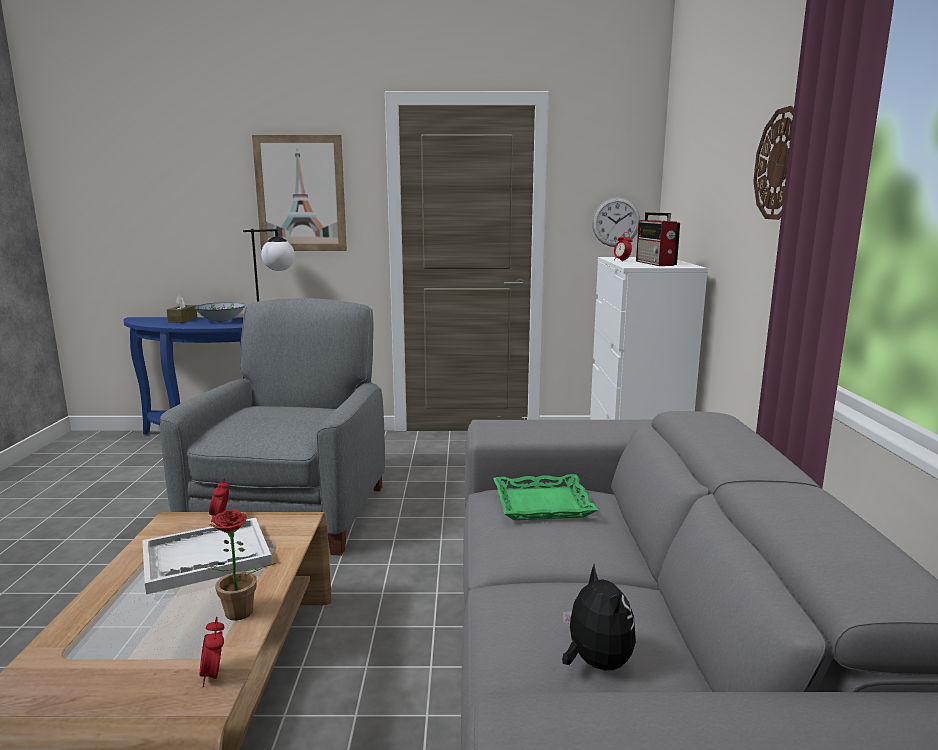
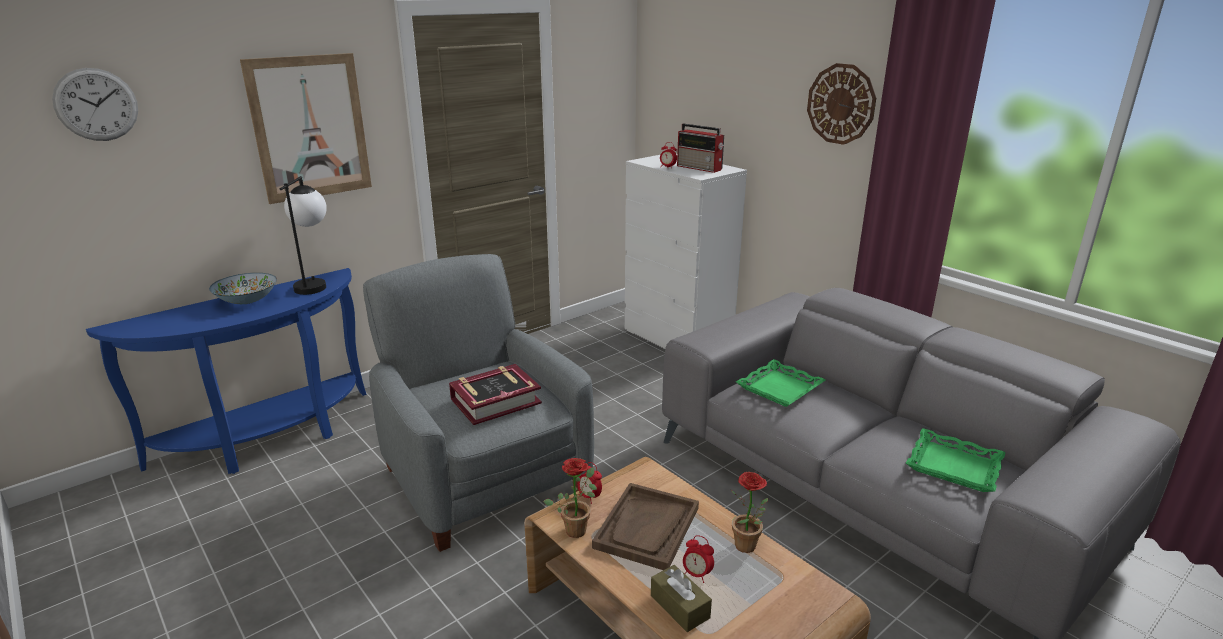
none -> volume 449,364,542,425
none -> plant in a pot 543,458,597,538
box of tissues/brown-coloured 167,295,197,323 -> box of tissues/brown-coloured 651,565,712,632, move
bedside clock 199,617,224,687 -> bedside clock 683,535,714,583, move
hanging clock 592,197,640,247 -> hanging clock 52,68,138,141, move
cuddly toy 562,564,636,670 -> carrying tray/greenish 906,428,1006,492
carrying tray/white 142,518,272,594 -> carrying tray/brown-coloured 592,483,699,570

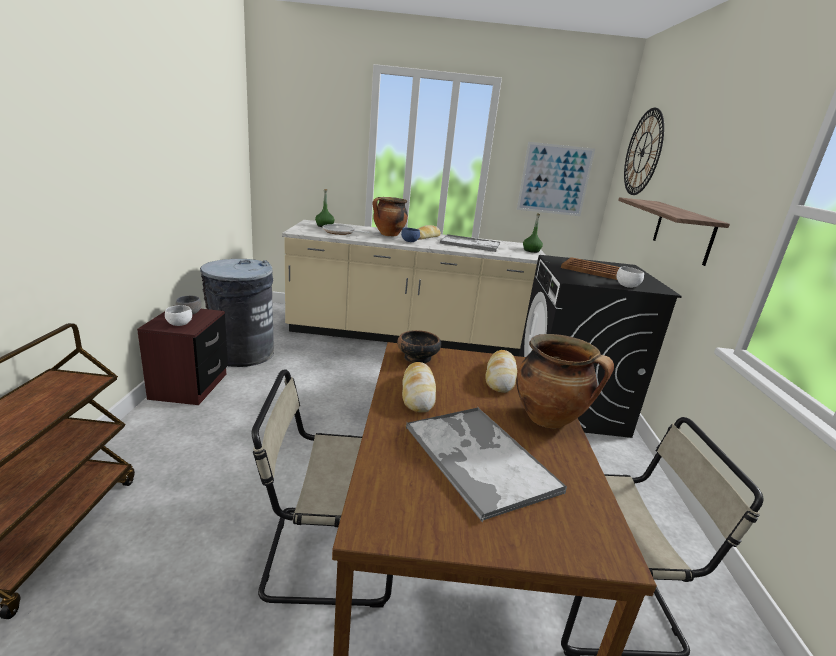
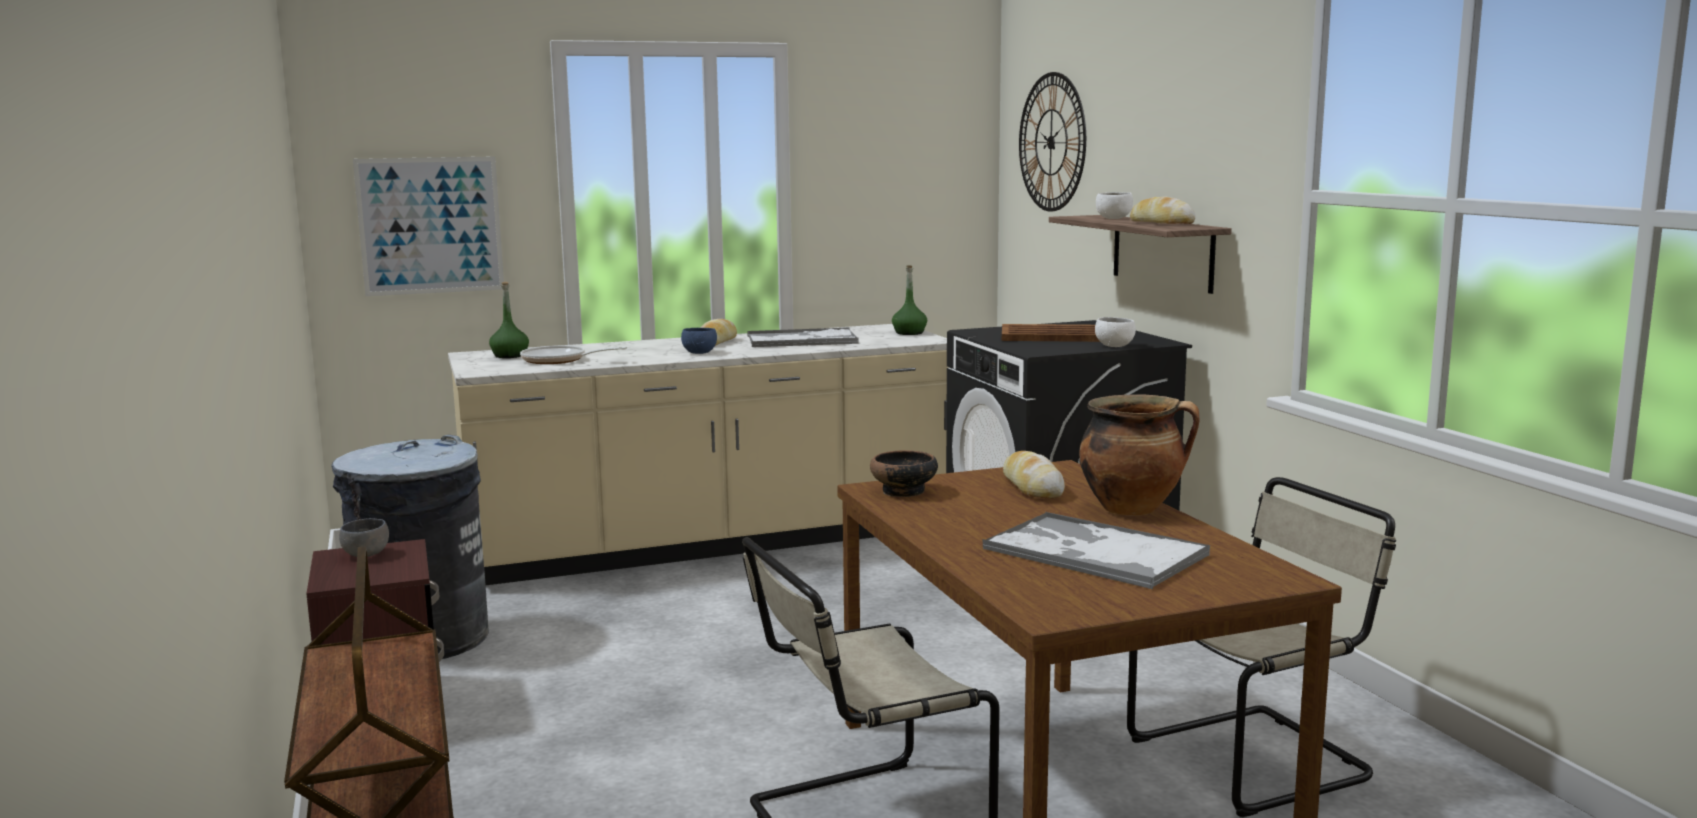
stockpot 373,197,408,236 -> none
bowl/white 165,305,192,326 -> bowl/white 1096,192,1133,219, move
bread 402,362,436,413 -> bread 1130,196,1196,224, move
wall picture 517,142,595,216 -> wall picture 353,156,504,296, move

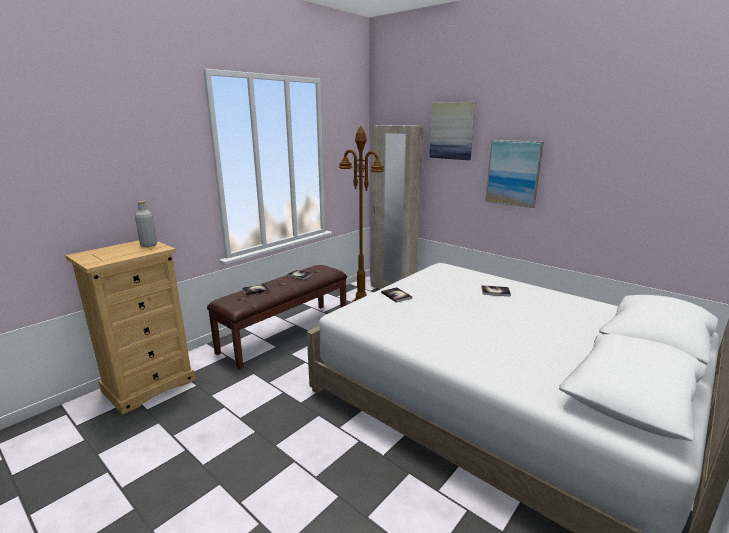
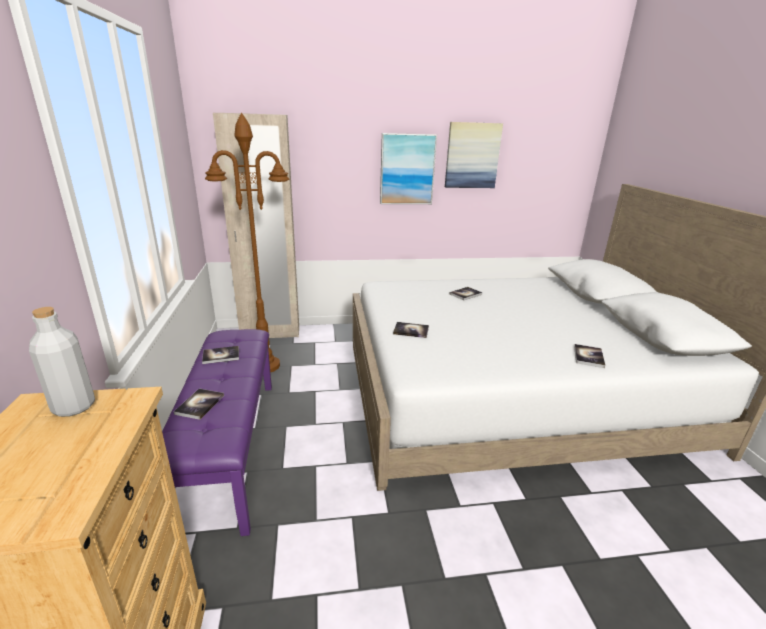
none -> volume 574,344,605,368
wall picture 429,102,475,160 -> wall picture 445,122,503,188, move
long seat/brown-coloured 207,265,347,370 -> long seat/purple-coloured 162,329,272,536

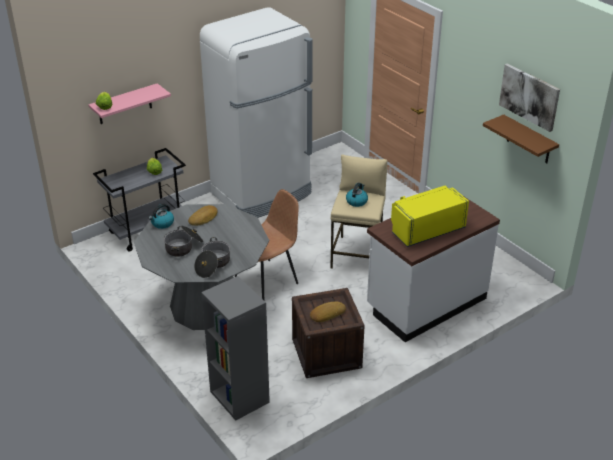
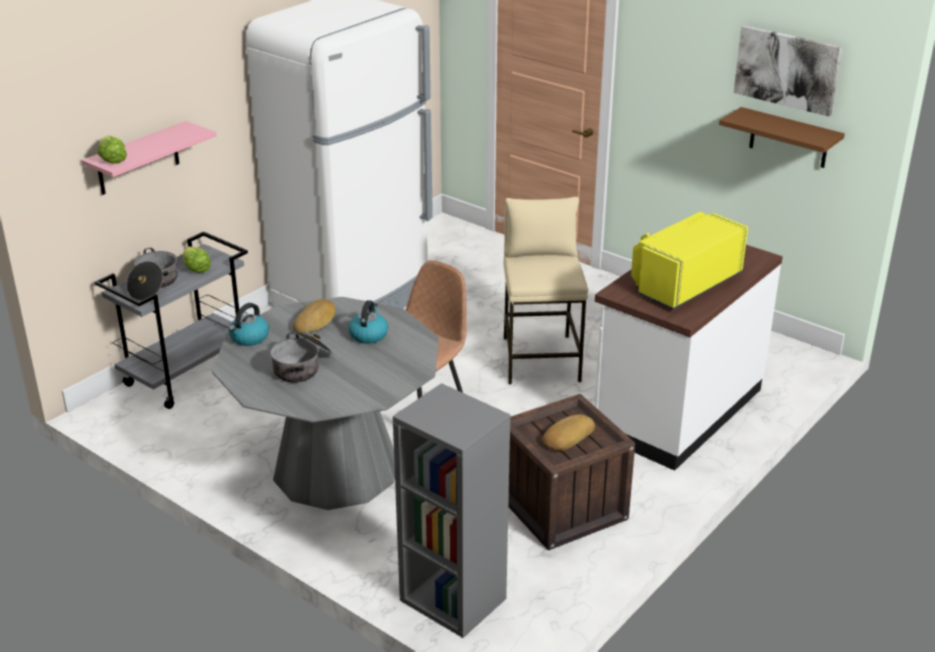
stockpot 194,237,230,278 -> stockpot 127,248,178,301, move
kettle 346,183,368,207 -> kettle 348,300,388,344, move

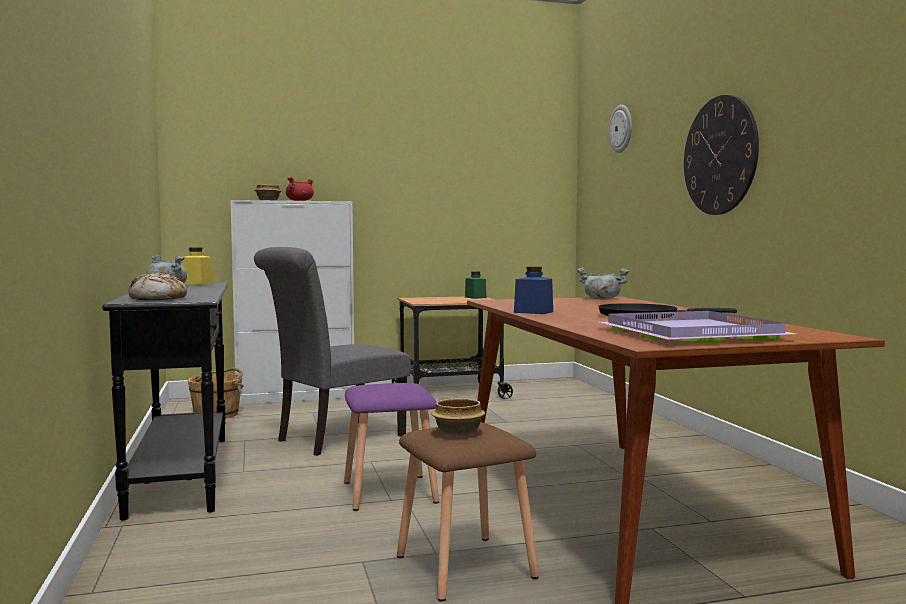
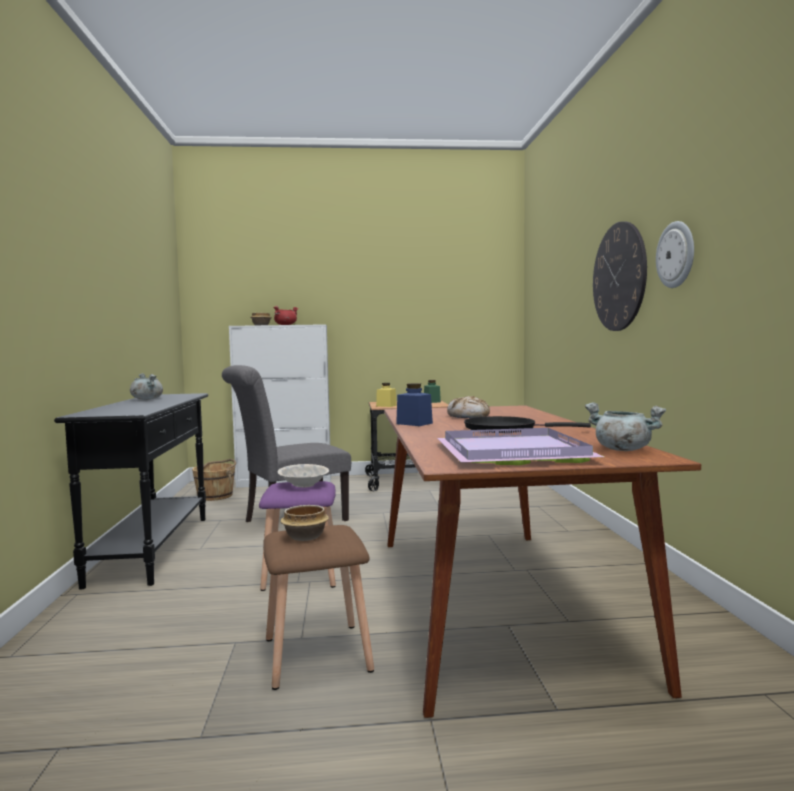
none -> bowl/sand-coloured 278,464,329,488
bread 128,273,187,300 -> bread 447,396,490,418, move
storage jar/yellow 181,248,214,285 -> storage jar/yellow 376,383,397,407, move
stockpot/greyish 577,268,629,299 -> stockpot/greyish 585,403,666,451, move
hanging clock 609,105,632,153 -> hanging clock 656,221,694,288, move

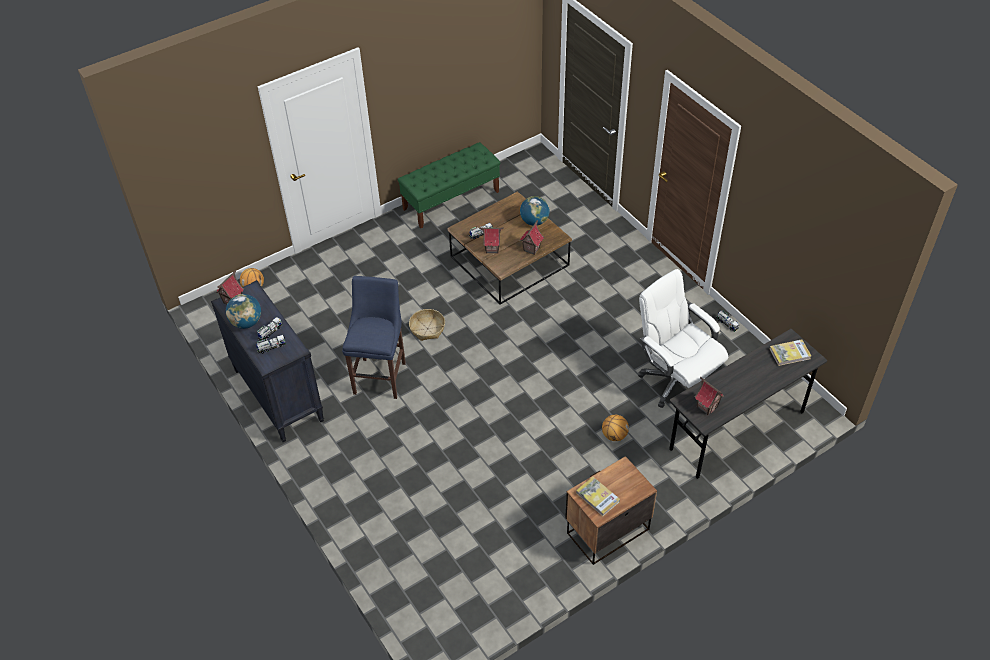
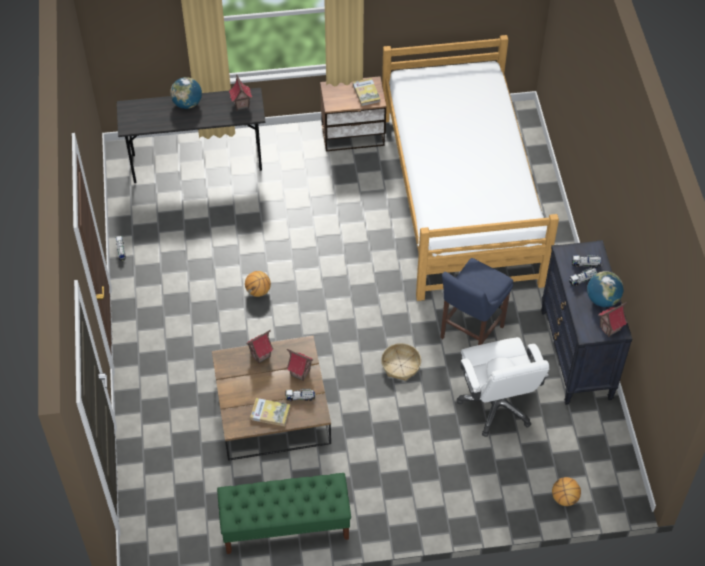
none -> sleeping bed 382,35,559,301
globe 520,196,550,226 -> globe 170,77,202,109, move
ball for basketball 602,415,629,441 -> ball for basketball 245,271,271,297, move
computer chair/white 638,269,728,408 -> computer chair/white 457,337,549,437, move
volume 770,339,811,366 -> volume 250,398,290,427, move

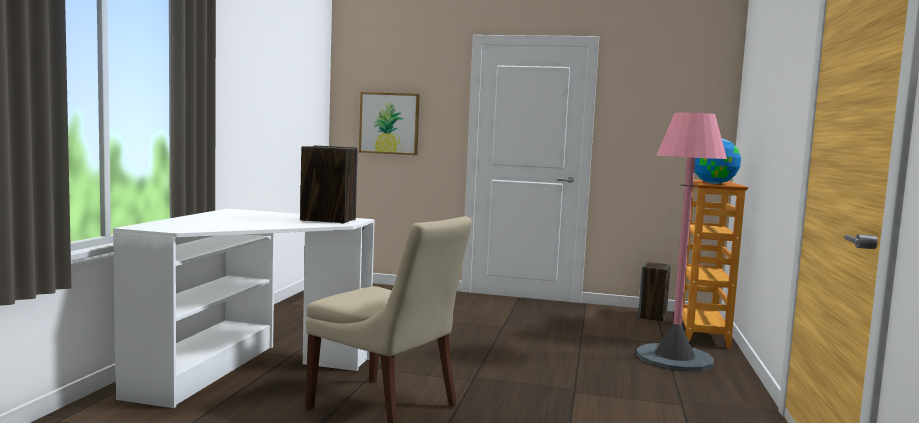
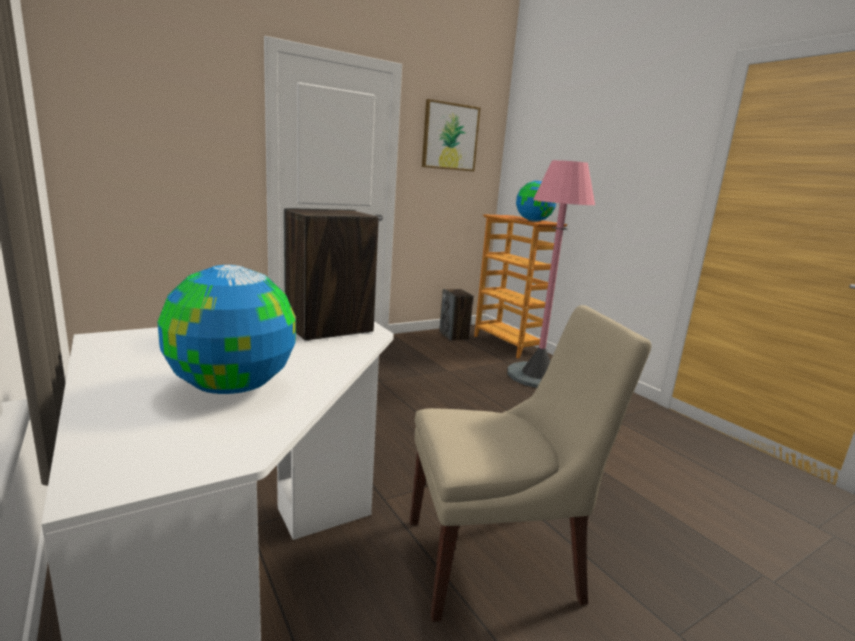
none -> globe 157,265,296,394
wall picture 359,92,420,155 -> wall picture 422,99,481,171, move

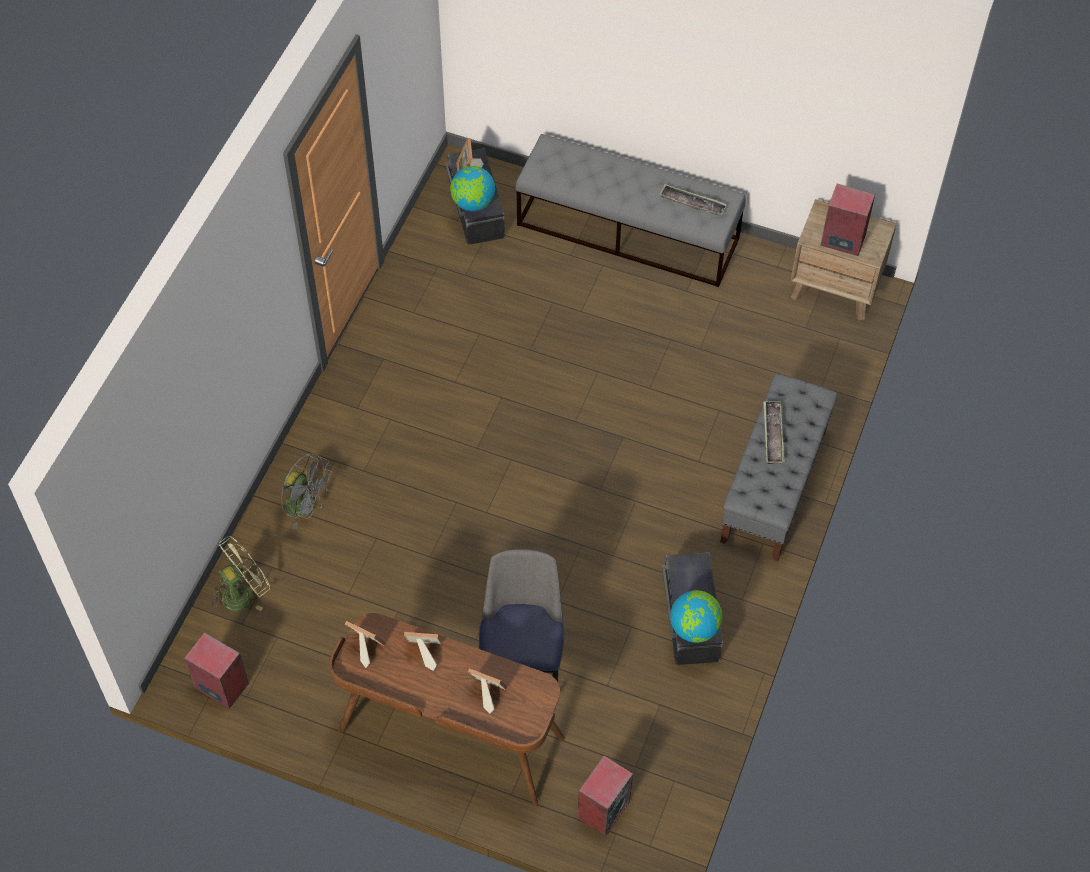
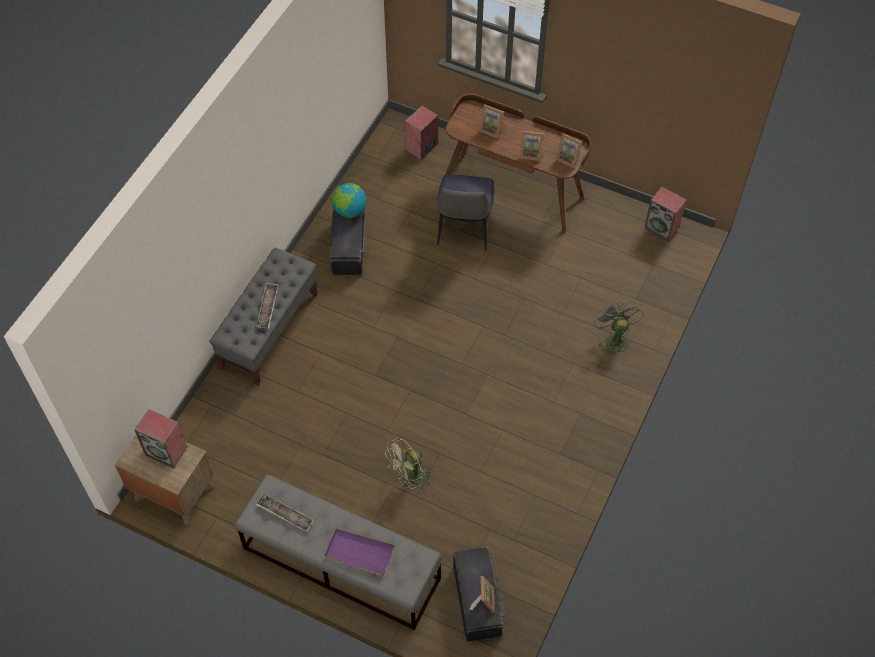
globe 450,166,495,211 -> none
none -> carrying tray/purple-coloured 325,529,395,576
cooling fan/greenish 212,536,270,611 -> cooling fan/greenish 385,437,433,490, move
cooling fan/greyish 281,453,333,529 -> cooling fan/greyish 594,301,644,358, 45 degrees clockwise

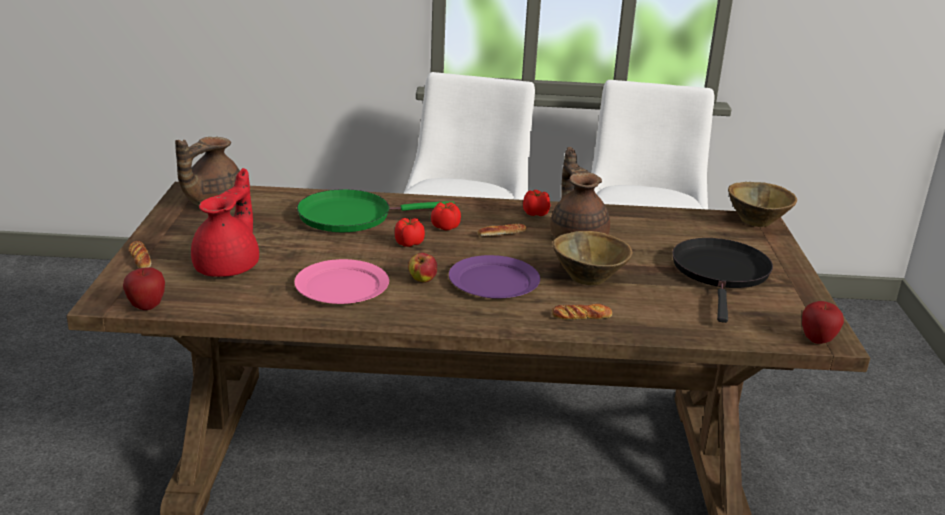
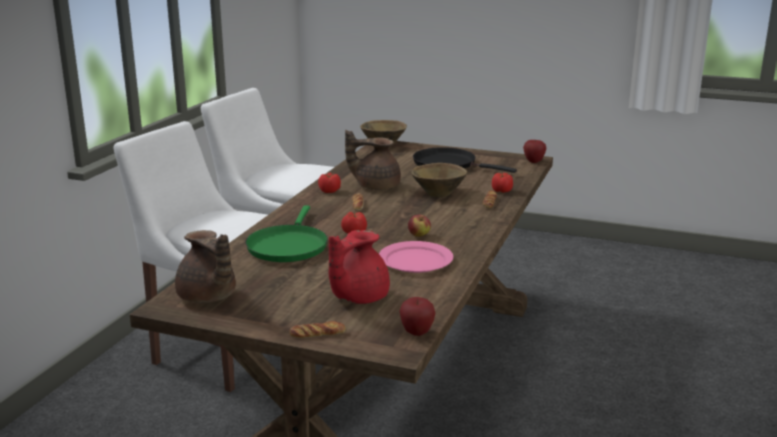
dinner plate/purple-coloured 449,255,540,299 -> none
fresh tomato 431,202,461,230 -> fresh tomato 492,173,513,193, move
teapot/reddish 191,168,259,277 -> teapot/reddish 329,230,390,304, 90 degrees counterclockwise

